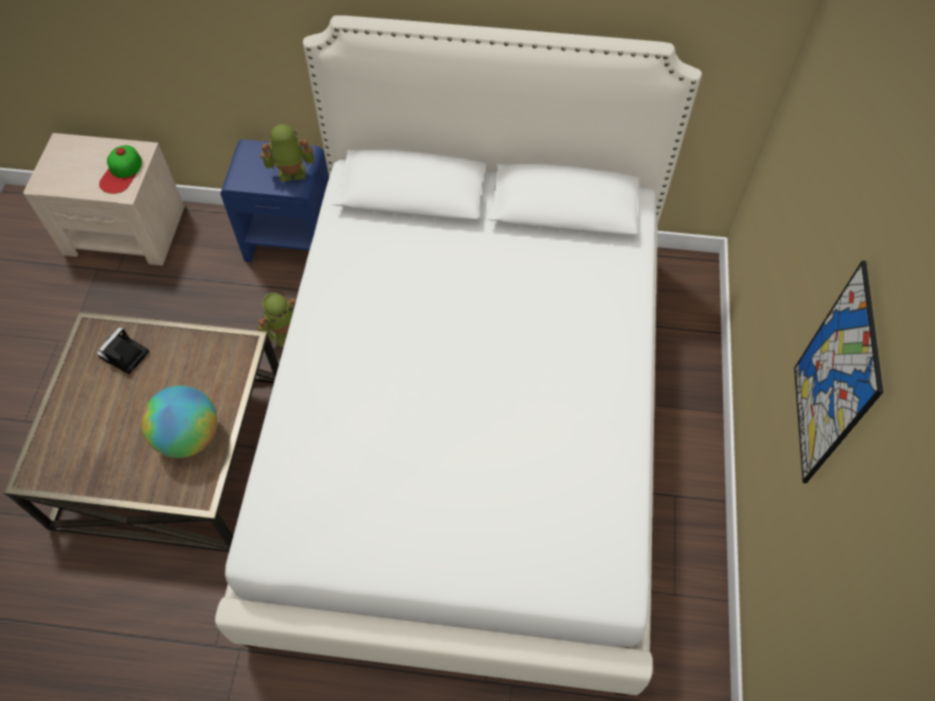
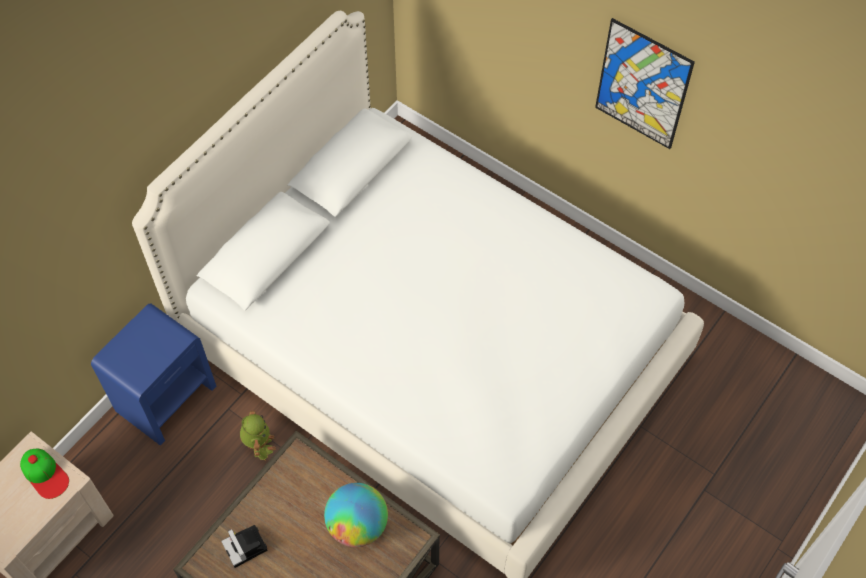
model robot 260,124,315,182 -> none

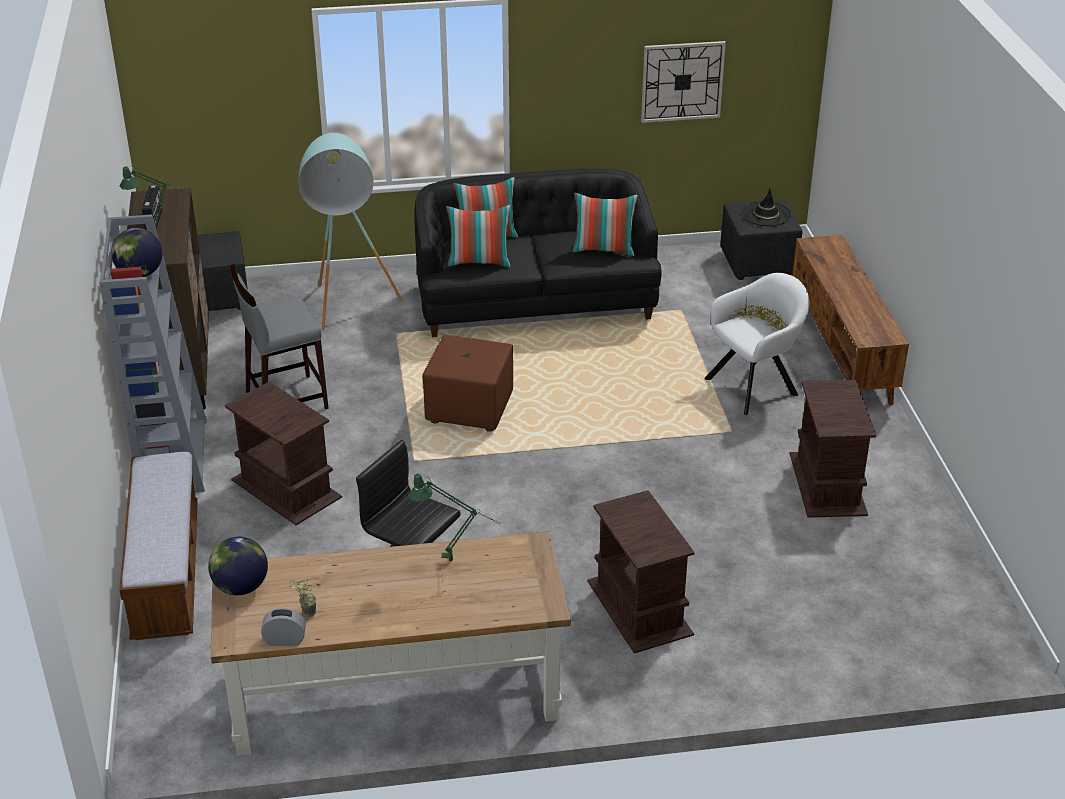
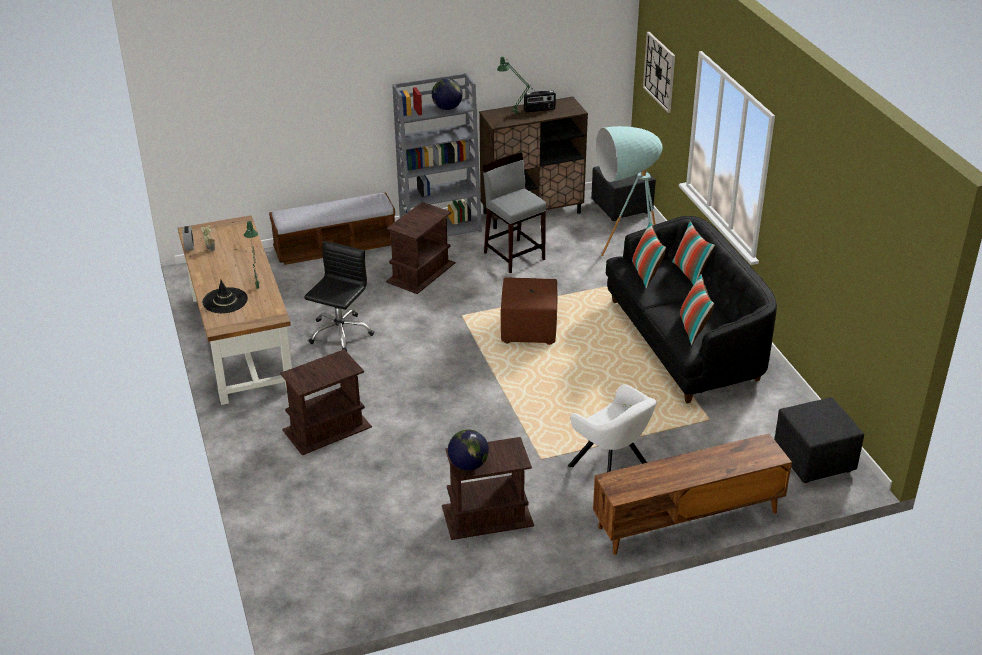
globe 208,537,268,595 -> globe 448,429,489,471, move
hanging clock 641,41,726,123 -> hanging clock 643,32,675,113, move
wearable hat/blackish 741,188,791,226 -> wearable hat/blackish 202,280,248,313, move

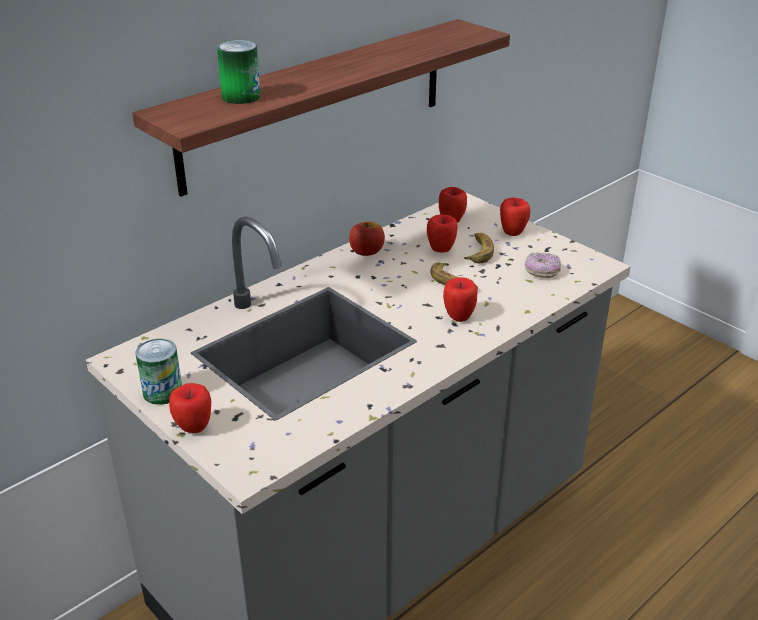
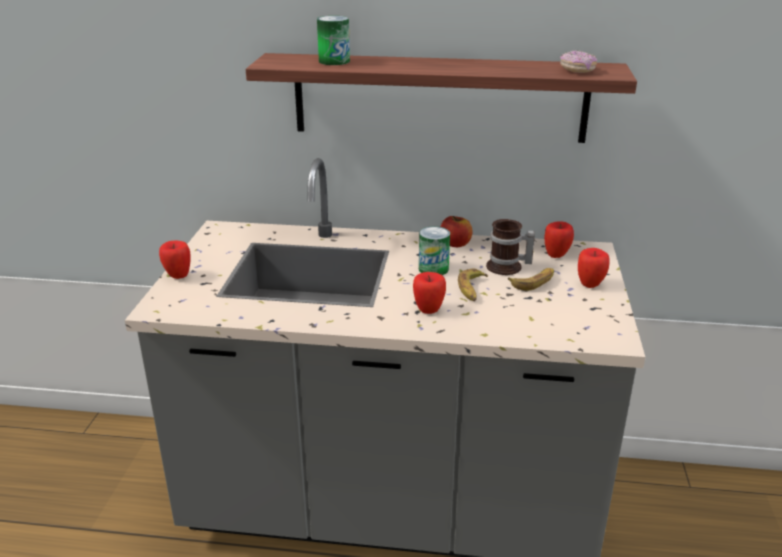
sealed can 136,339,182,405 -> sealed can 419,226,450,275, move
doughnut 525,252,561,278 -> doughnut 560,50,597,73, move
apple 427,214,458,252 -> tea mug 486,219,535,275

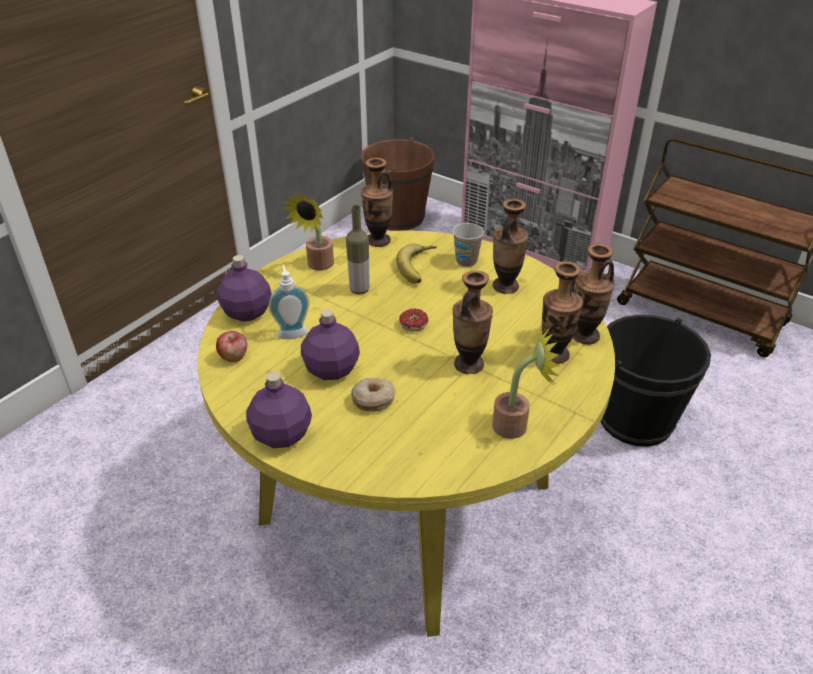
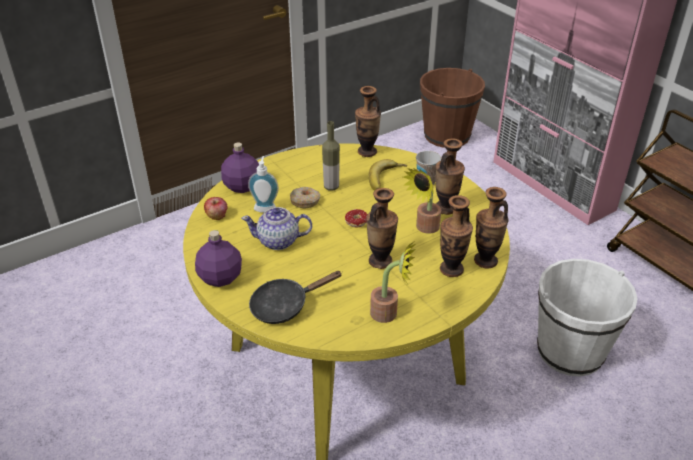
none -> skillet/blackish 249,271,343,324
plant in a pot 283,194,334,271 -> plant in a pot 403,168,441,234, move
doughnut 351,378,395,412 -> doughnut 290,187,320,208, move
bottle/purple-coloured 301,309,360,380 -> teapot 241,207,312,250
water bucket/blackish 601,315,711,447 -> water bucket/white 537,259,638,376

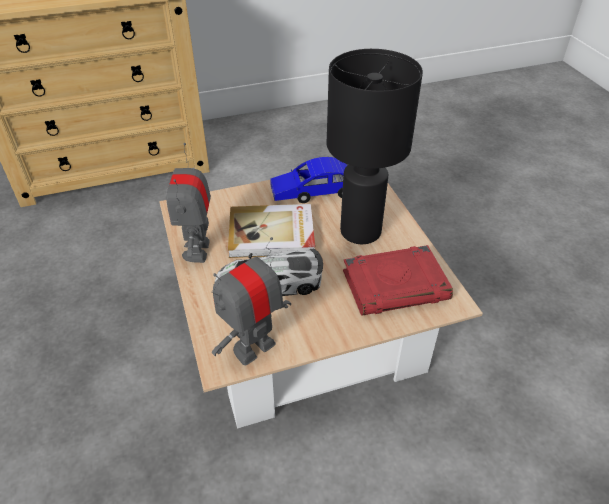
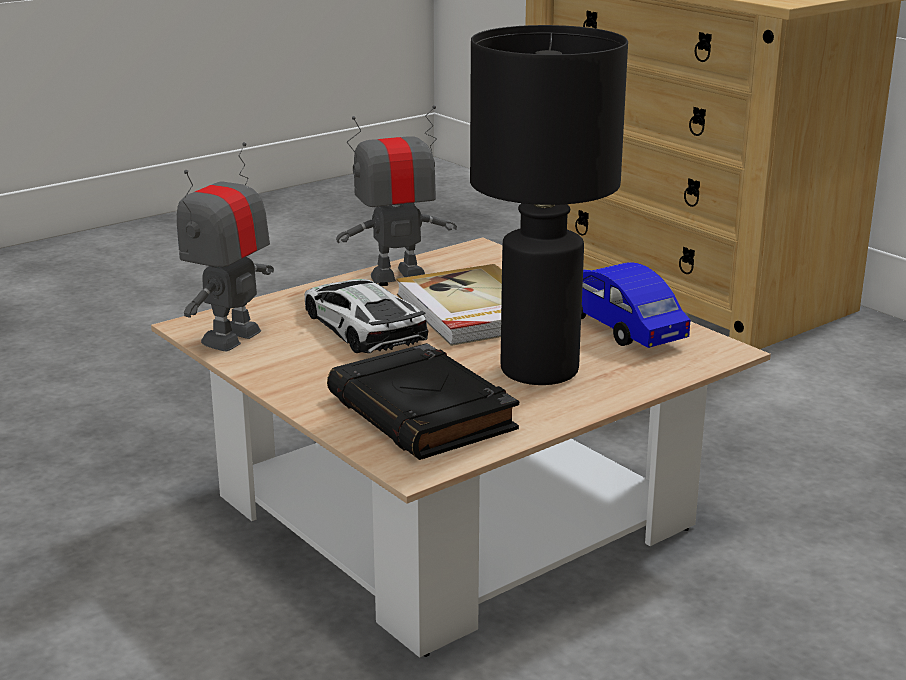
volume/reddish 343,245,453,316 -> volume/blackish 327,343,519,460
model robot 212,237,291,365 -> model robot 177,142,274,351, 90 degrees counterclockwise

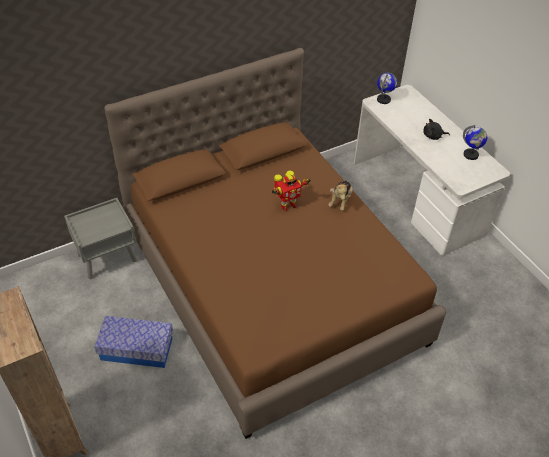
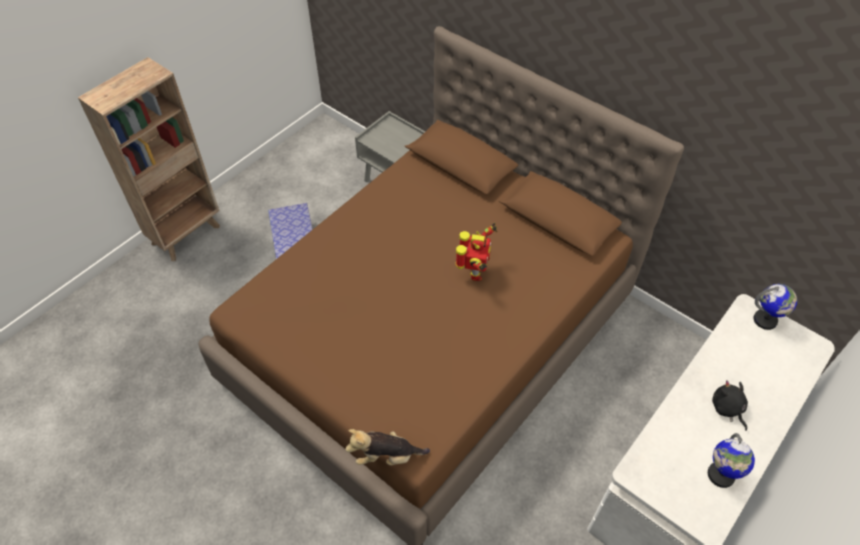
cuddly toy 328,181,353,211 -> cuddly toy 345,429,430,465, move
model robot 272,171,311,211 -> model robot 456,223,497,281, 120 degrees counterclockwise

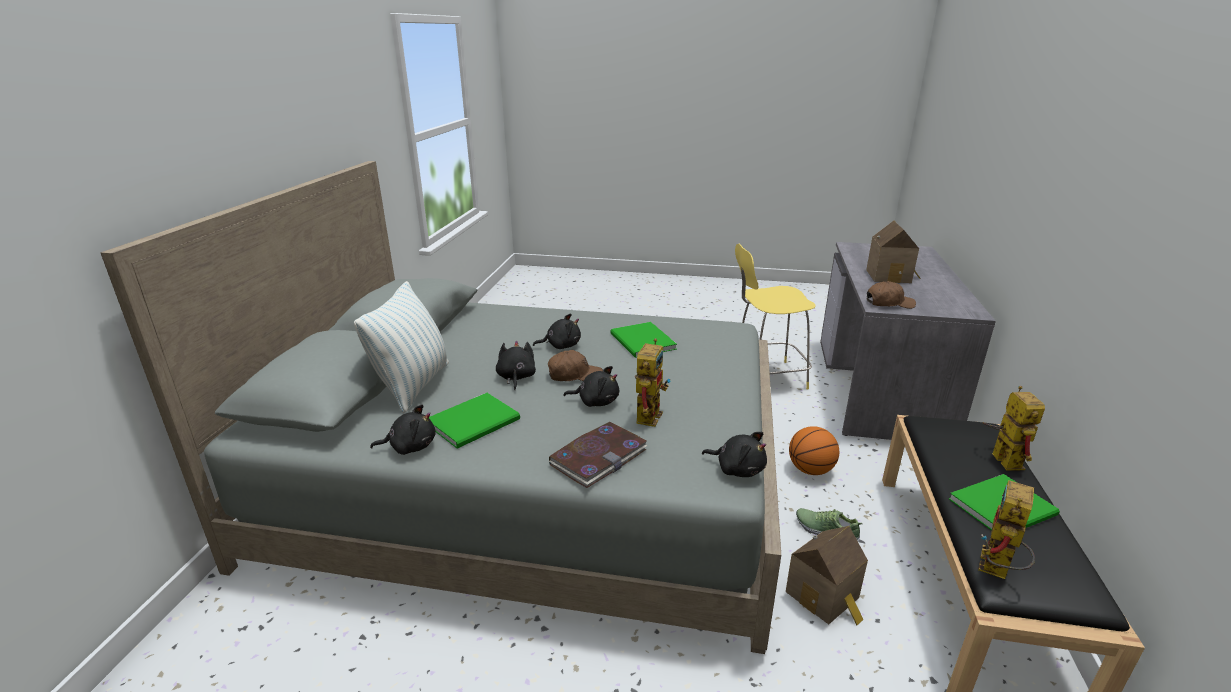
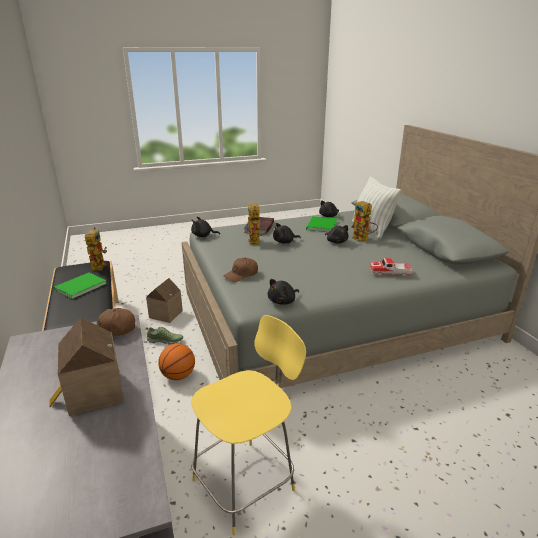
volume/greenish 610,322,677,358 -> none
none -> miniature car 370,258,412,277
cuddly toy/blackish 533,313,581,349 -> cuddly toy/blackish 268,279,299,305, move
cap/brown-coloured 548,350,603,381 -> cap/brown-coloured 224,258,258,282, move
model robot 982,386,1045,471 -> model robot 351,201,378,242, move

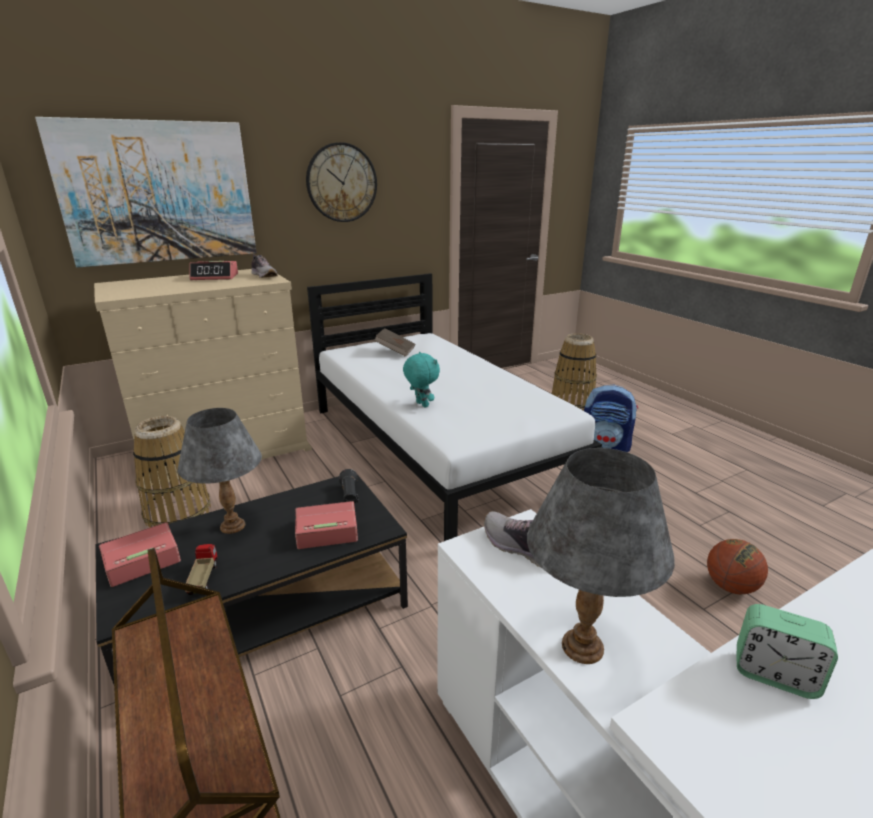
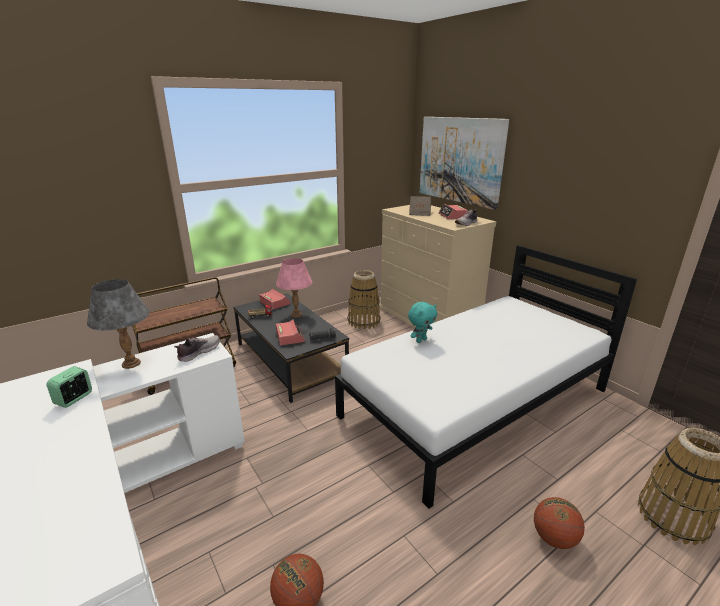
hanging clock 306,142,377,222 -> none
volume/brown-coloured 374,328,415,357 -> volume/brown-coloured 409,196,431,216, move
rucksack 584,385,638,452 -> ball for basketball 534,497,585,549
lamp for a table/greyish 178,408,262,534 -> lamp for a table/pink 276,258,312,318

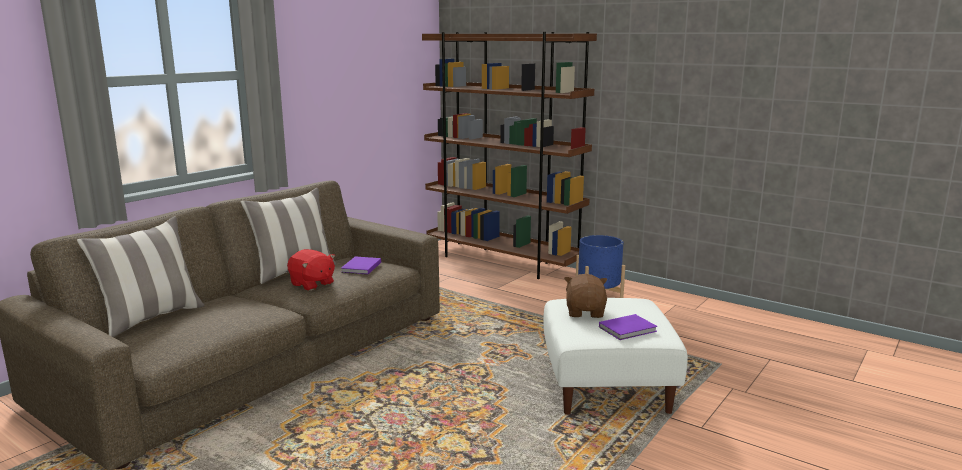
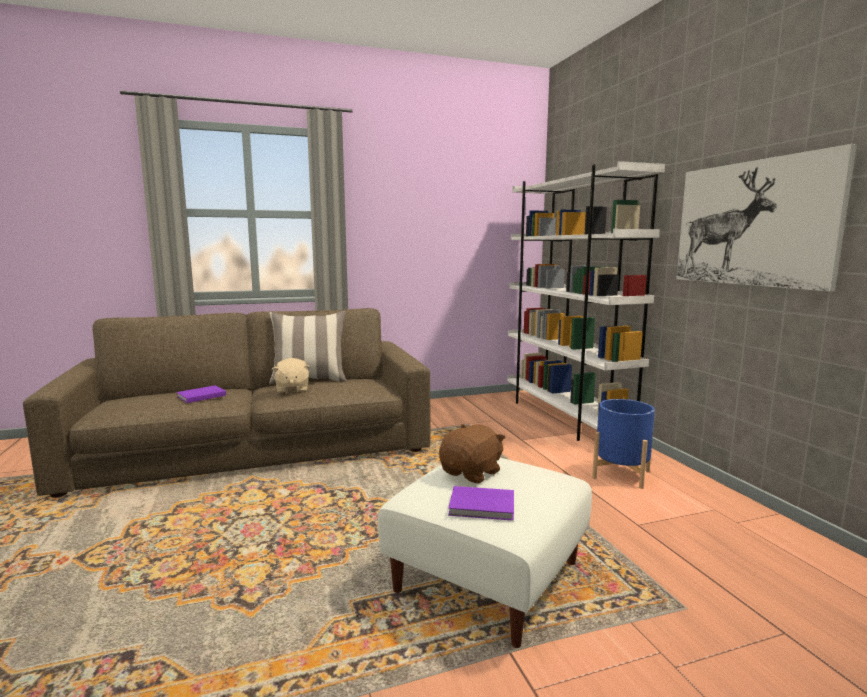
throw pillow 77,216,205,337 -> none
none -> wall picture 676,144,857,292
volume/purple-coloured 341,257,381,274 -> volume/purple-coloured 177,385,226,403, move
cuddly toy/reddish 287,249,335,291 -> cuddly toy/sand-coloured 272,358,310,395
shelving unit/brown-coloured 422,32,597,279 -> shelving unit/white 507,161,665,441

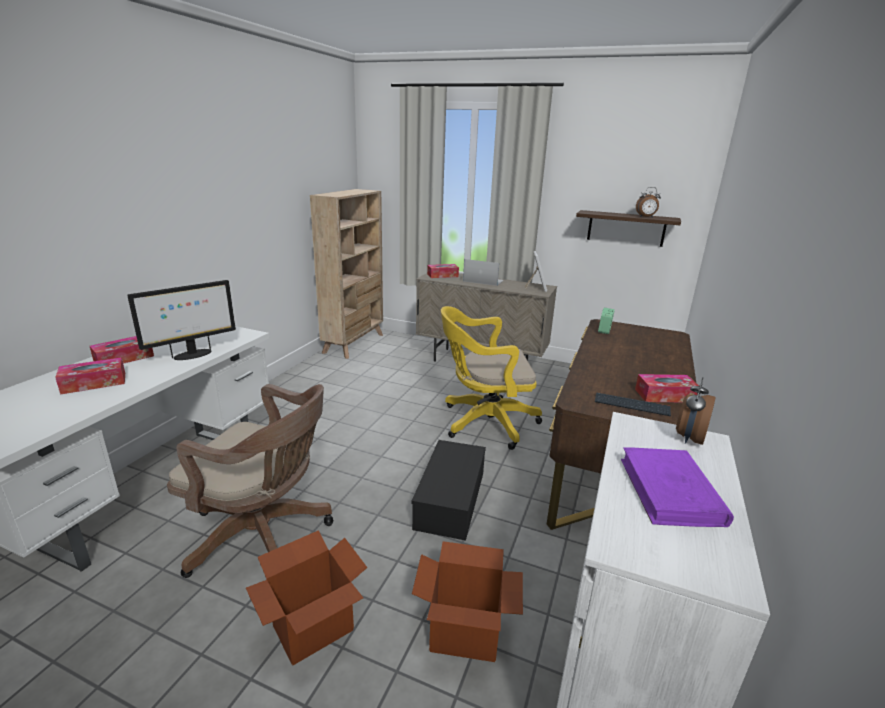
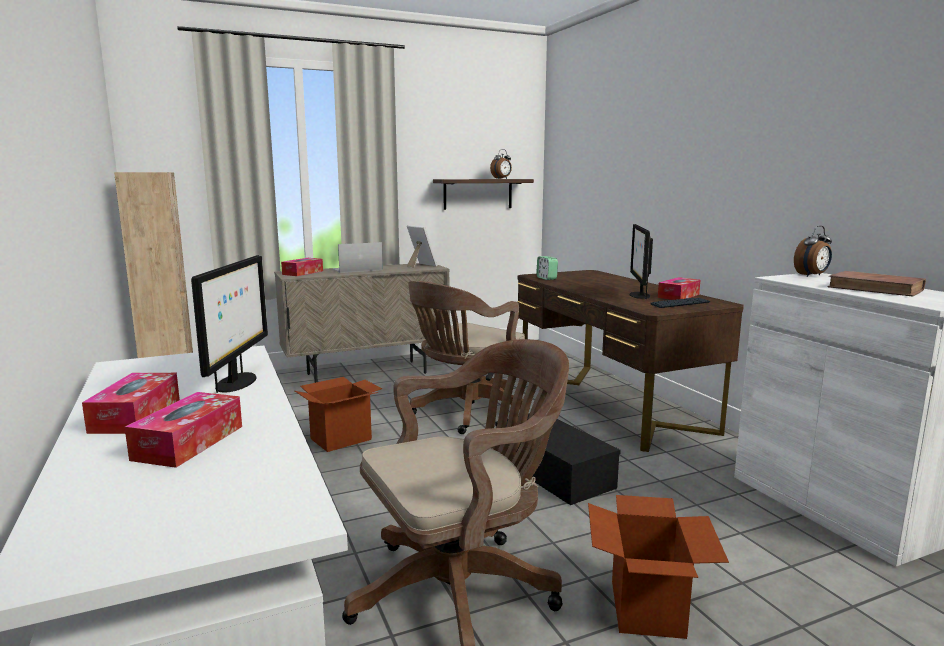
none -> computer screen 630,224,653,299
packing box 412,541,523,662 -> packing box 295,377,382,452, move
computer chair/yellow 441,306,542,450 -> computer chair/brown-coloured 408,281,525,434
volume/purple-coloured 621,447,734,527 -> volume/brown-coloured 828,271,926,297
bedside clock 676,377,716,445 -> bedside clock 794,226,832,277, 105 degrees counterclockwise

